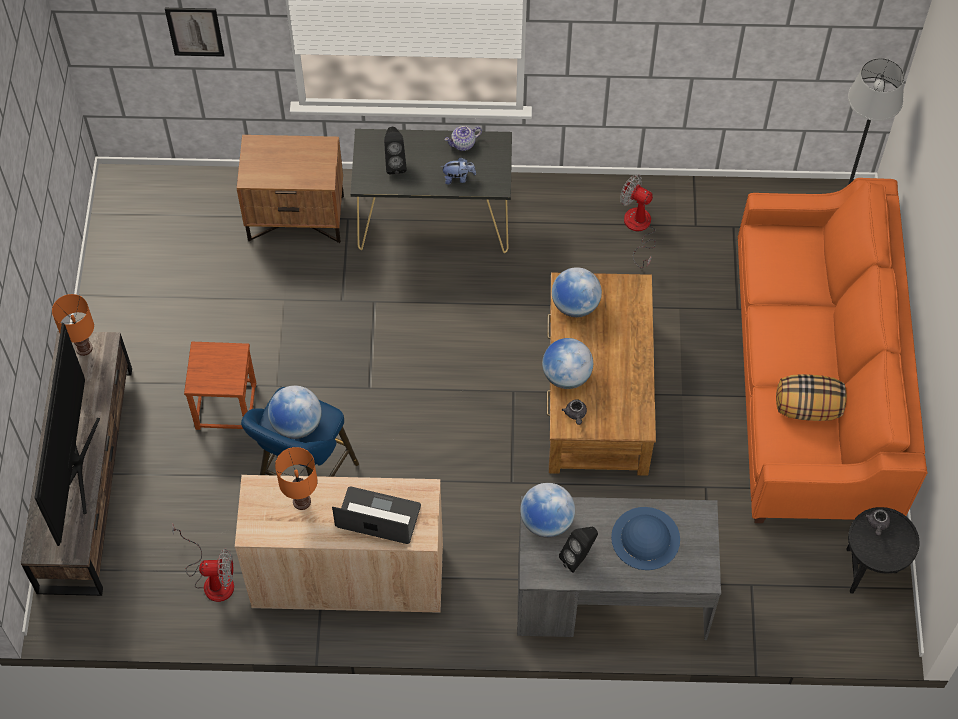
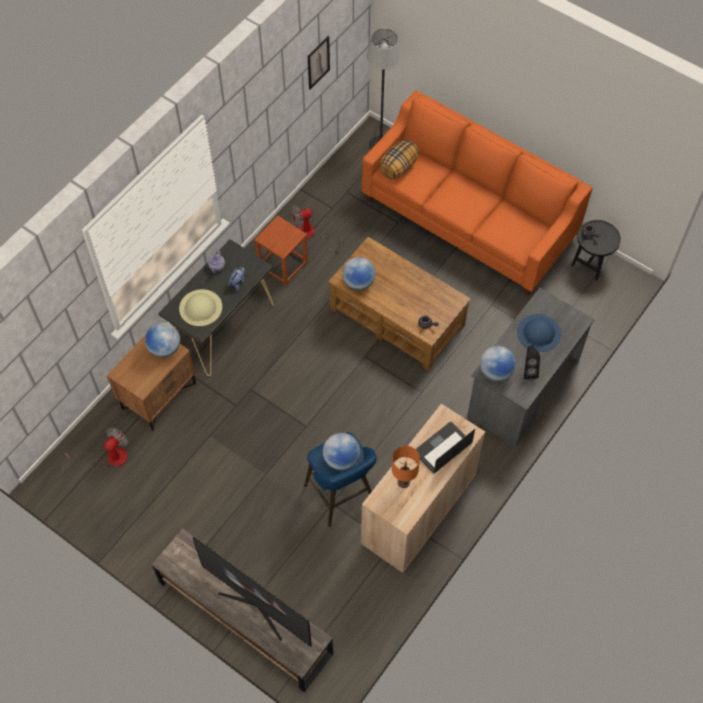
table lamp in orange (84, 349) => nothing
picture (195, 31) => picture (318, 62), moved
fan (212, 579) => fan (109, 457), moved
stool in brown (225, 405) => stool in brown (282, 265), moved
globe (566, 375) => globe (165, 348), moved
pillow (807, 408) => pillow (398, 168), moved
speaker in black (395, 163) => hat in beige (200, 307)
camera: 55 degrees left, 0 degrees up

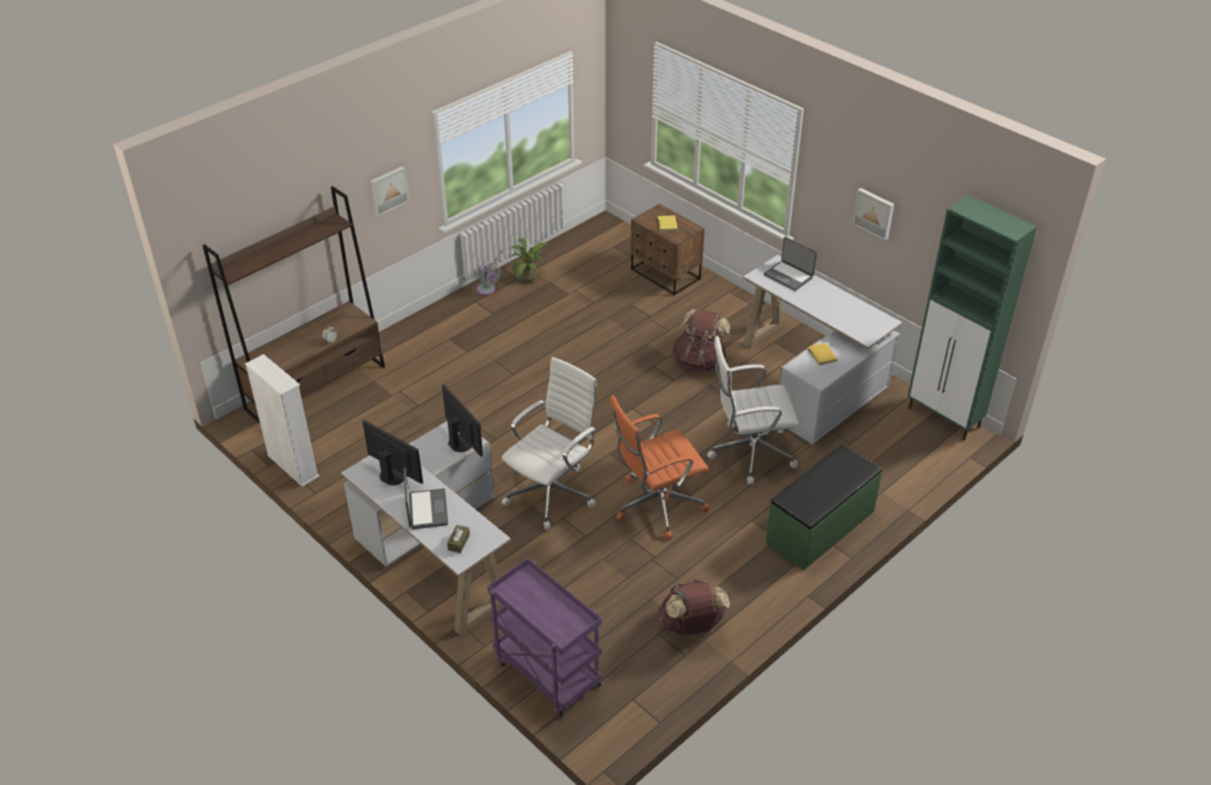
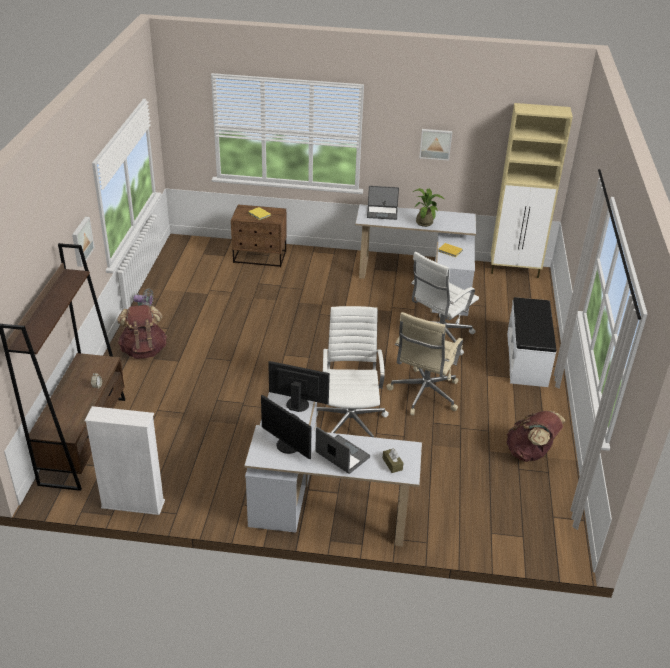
cart in purple (545, 673) => nothing
potted plant (529, 278) => potted plant (425, 222), moved
backpack in brown (699, 362) => backpack in brown (144, 350), moved
office chair in orange (656, 505) => office chair in beige (423, 394)
bench in green (821, 527) => bench in white (527, 359)
cabinet in green (944, 418) => cabinet in beige (515, 270)
monitor (394, 475) => monitor (287, 445), 135 degrees counterclockwise
camera: 40 degrees left, 5 degrees down

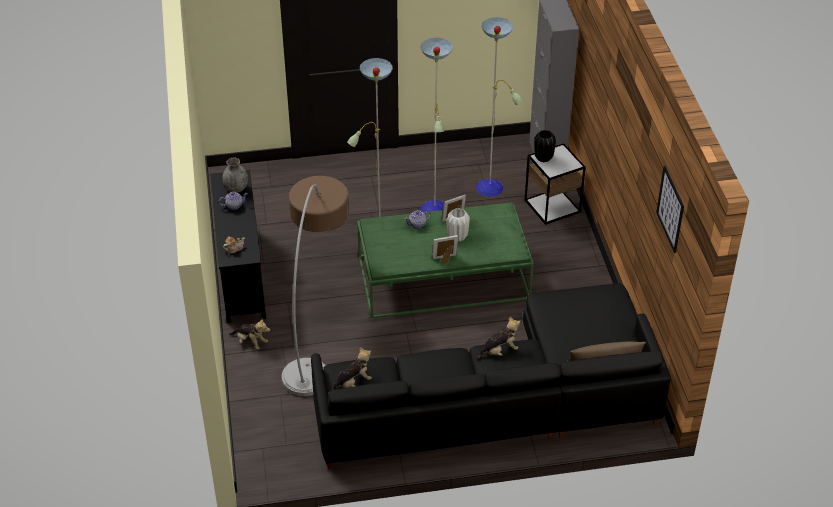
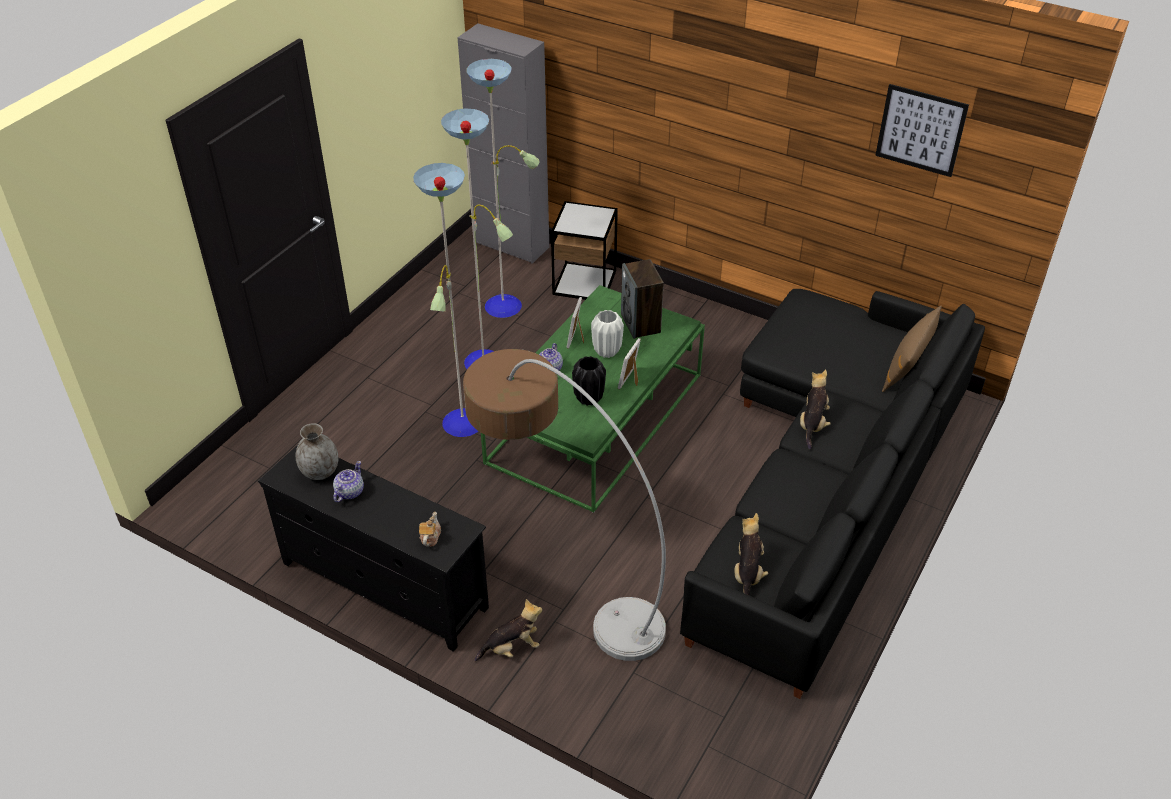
nothing => speaker (641, 324)
vase in black (543, 158) => vase in black (589, 399), moved
camera: 50 degrees left, 0 degrees up

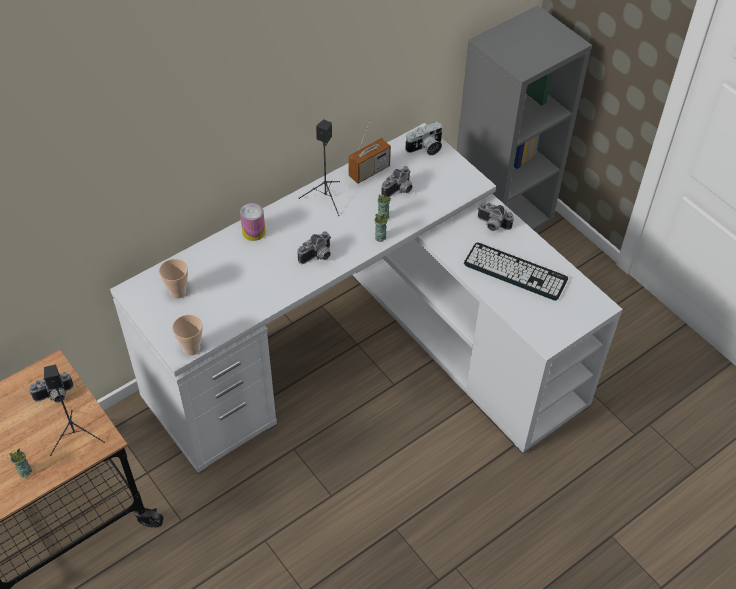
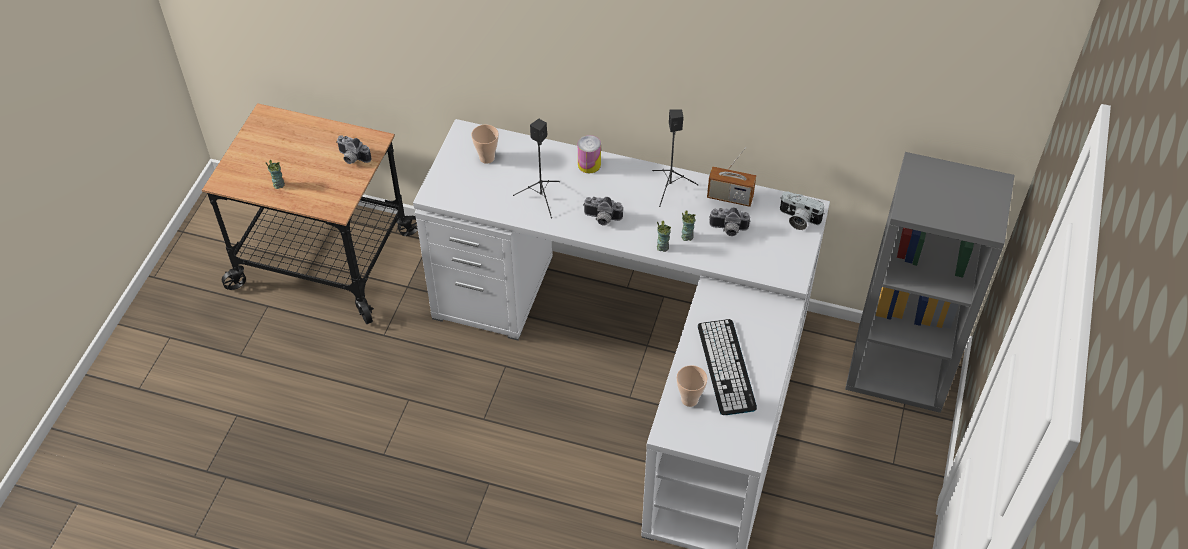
photo camera (492, 225) => nothing
speaker in black (76, 435) => speaker in black (541, 198), moved
cup (191, 348) => cup (689, 399), moved
camera: 55 degrees right, 0 degrees up

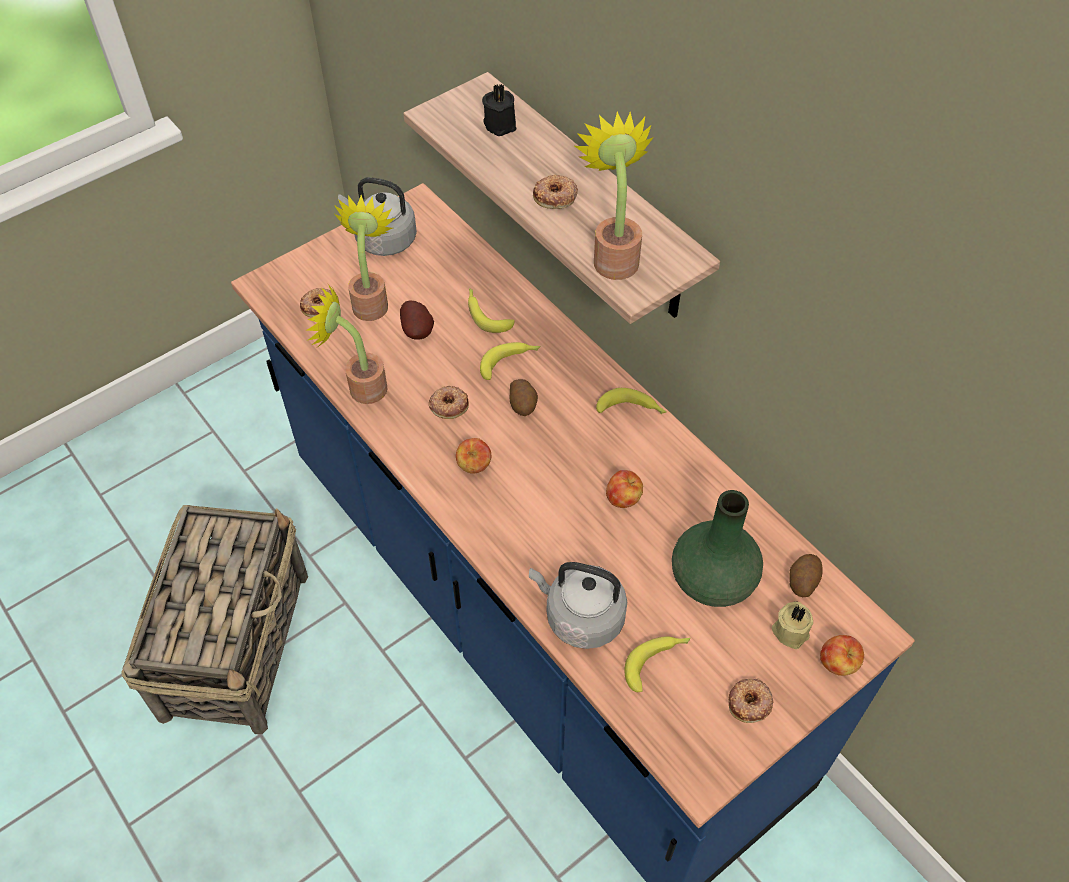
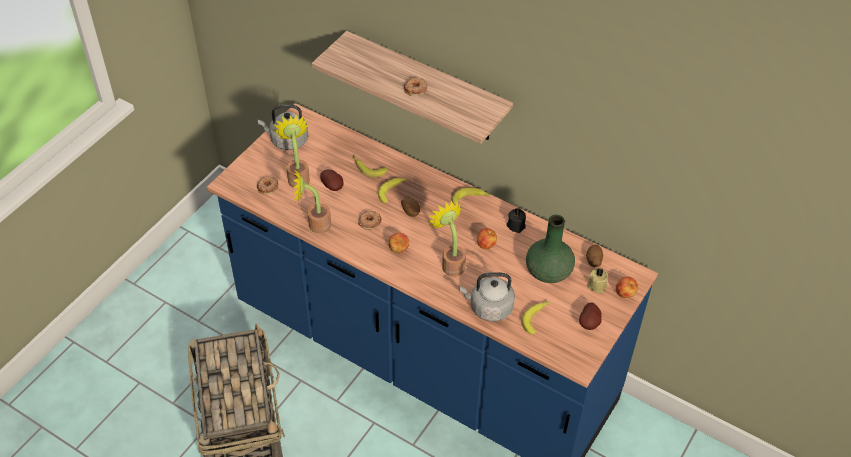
candle in black (501, 124) => candle in black (516, 225), moved
potted plant (614, 256) => potted plant (451, 263), moved
donut (750, 702) => potato (590, 323)
camera: 20 degrees left, 5 degrees down

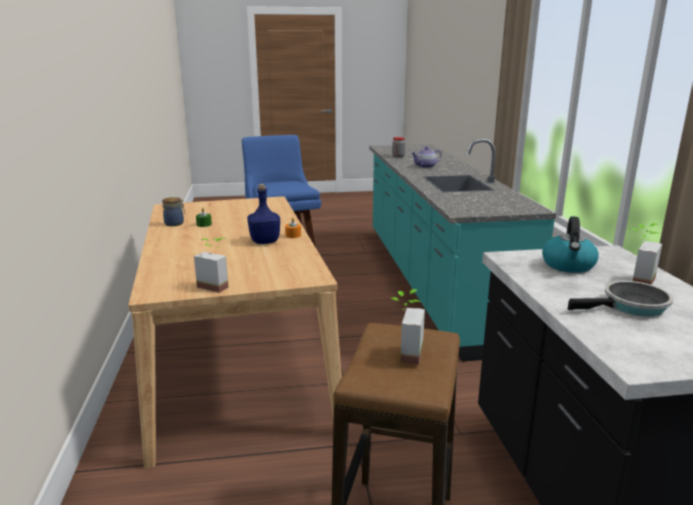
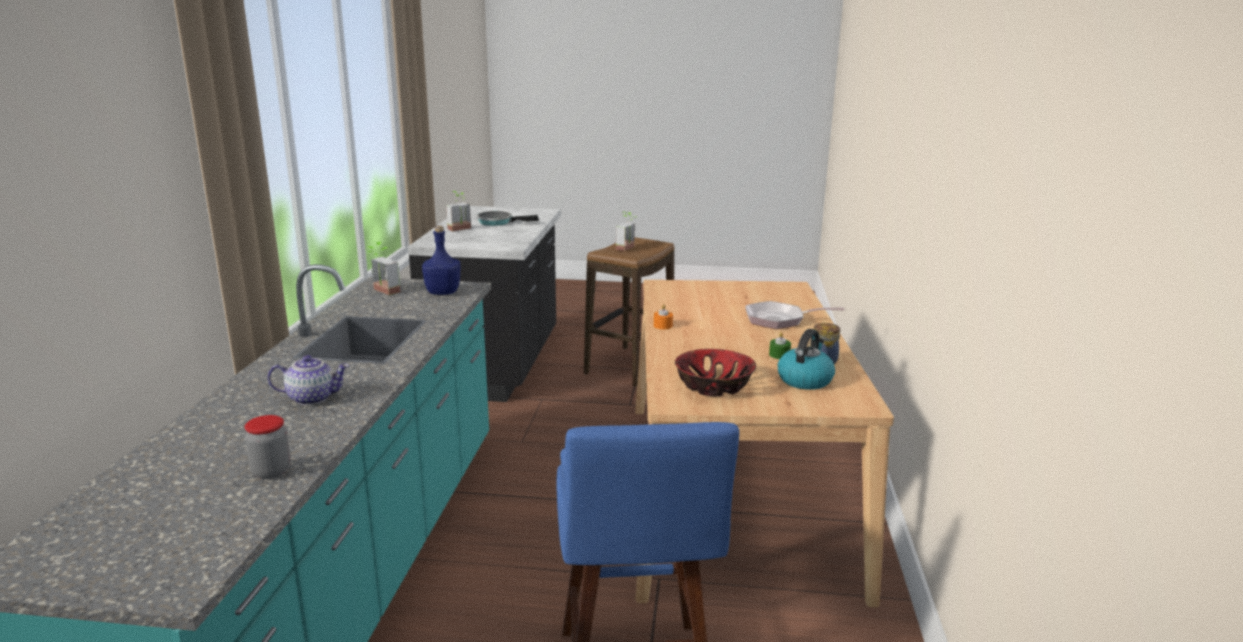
nothing => bowl (713, 386)
nothing => frying pan (779, 320)
potted plant (216, 285) => potted plant (382, 292), moved
bottle in blue (264, 241) => bottle in blue (443, 292), moved
kettle (568, 265) => kettle (805, 380), moved
camera: 165 degrees left, 0 degrees up

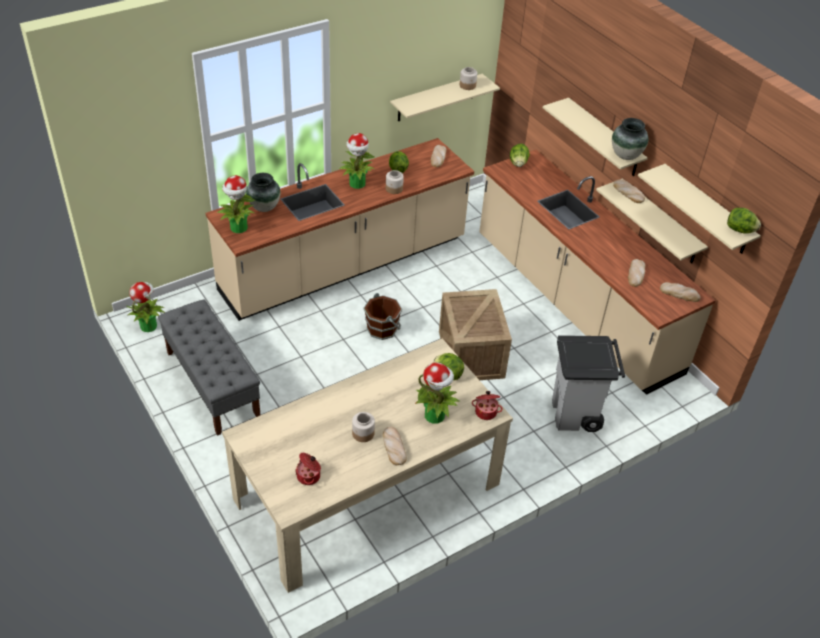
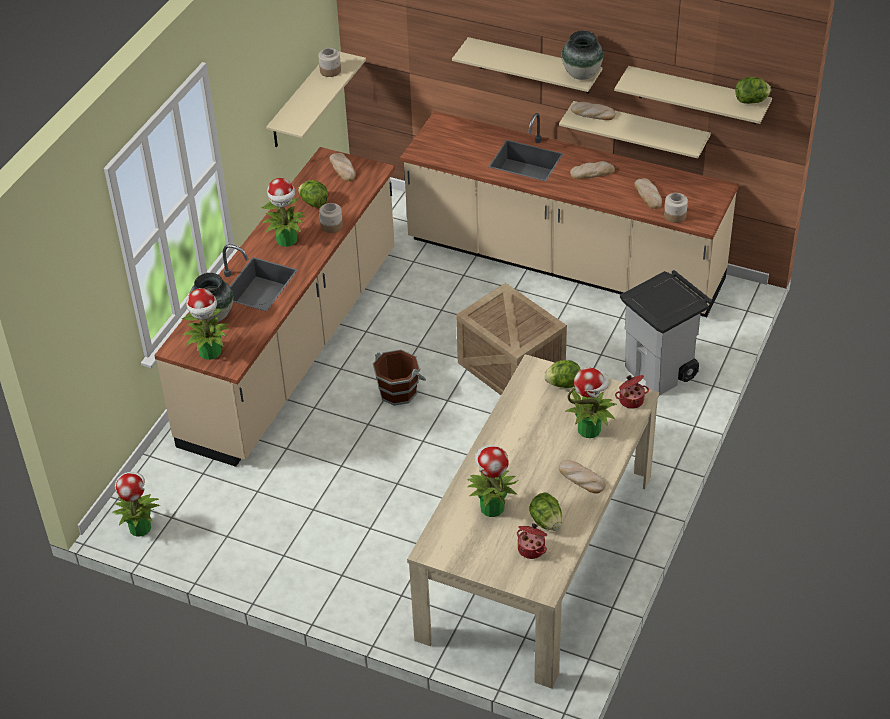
bench in grey (212, 384) => nothing
nothing => potted plant (491, 507)
jar (363, 434) => jar (675, 216), moved
lettuce (518, 163) => lettuce (546, 522), moved
bread (679, 293) => bread (592, 172), moved
camera: 30 degrees left, 0 degrees up

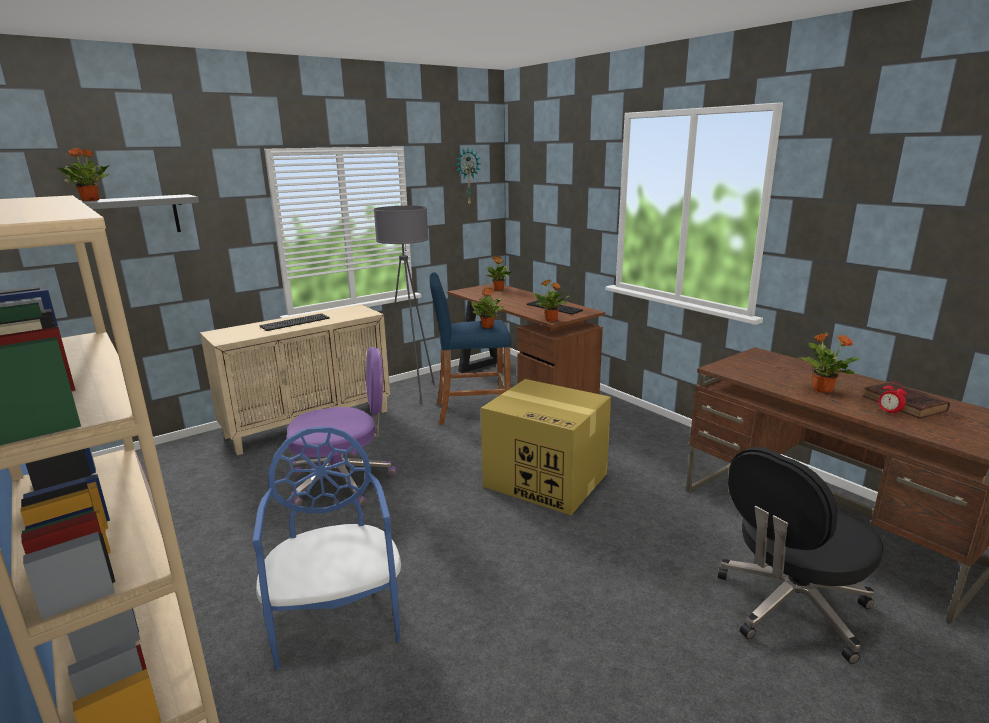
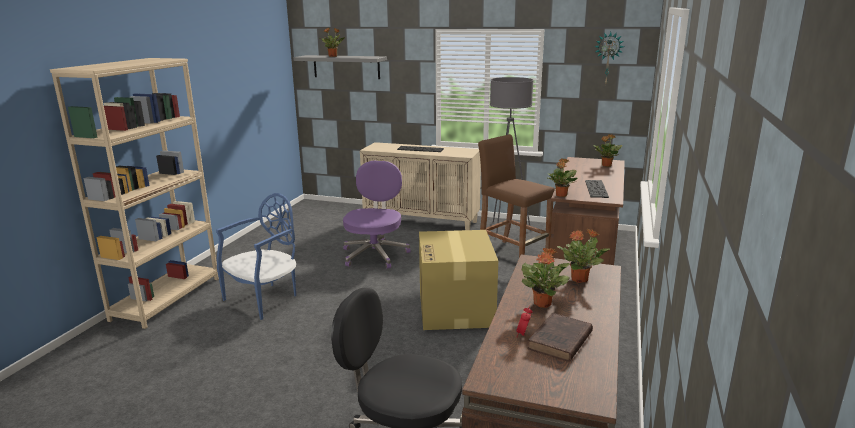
potted plant (487, 326) => potted plant (580, 279), moved
stool in blue (472, 411) => stool in brown (512, 255)
office chair in purple (343, 481) => office chair in purple (375, 254), 120 degrees counterclockwise
camera: 55 degrees right, 0 degrees up

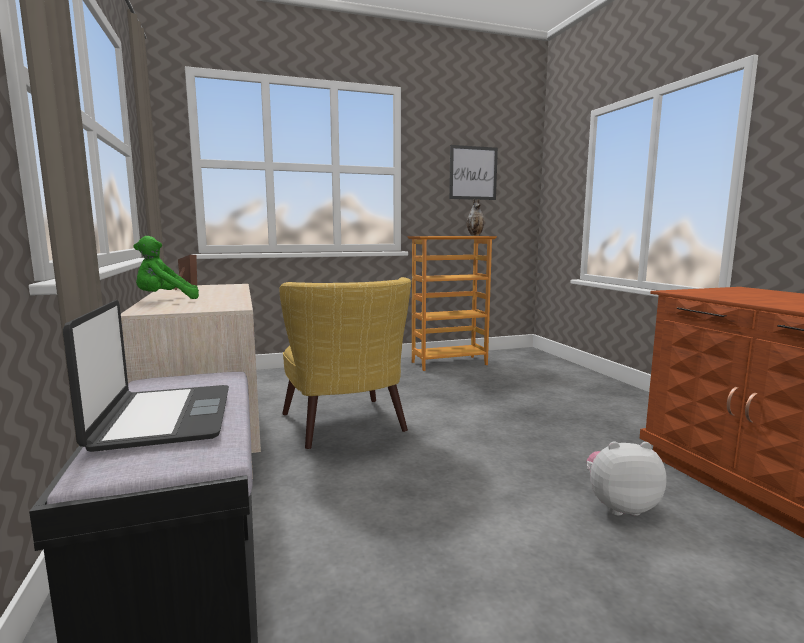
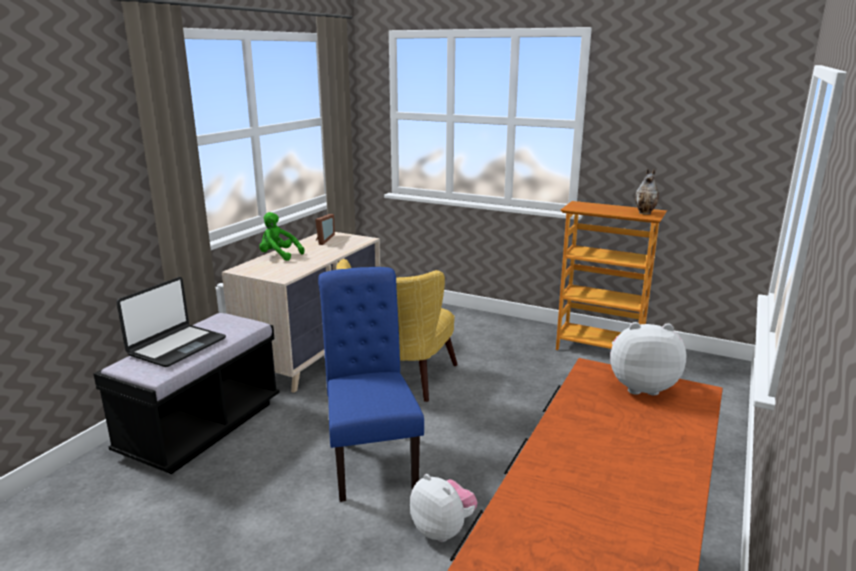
picture (473, 173) => nothing
nothing => chair in blue (370, 458)
nothing => plush toy (640, 386)
camera: 45 degrees right, 10 degrees up

